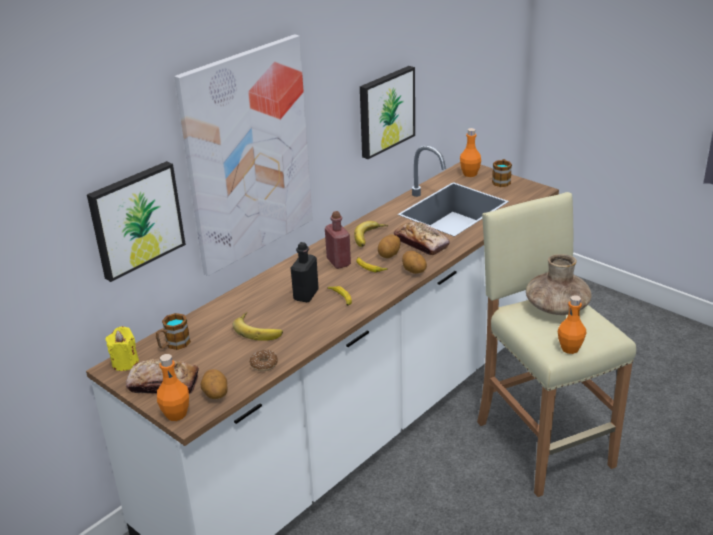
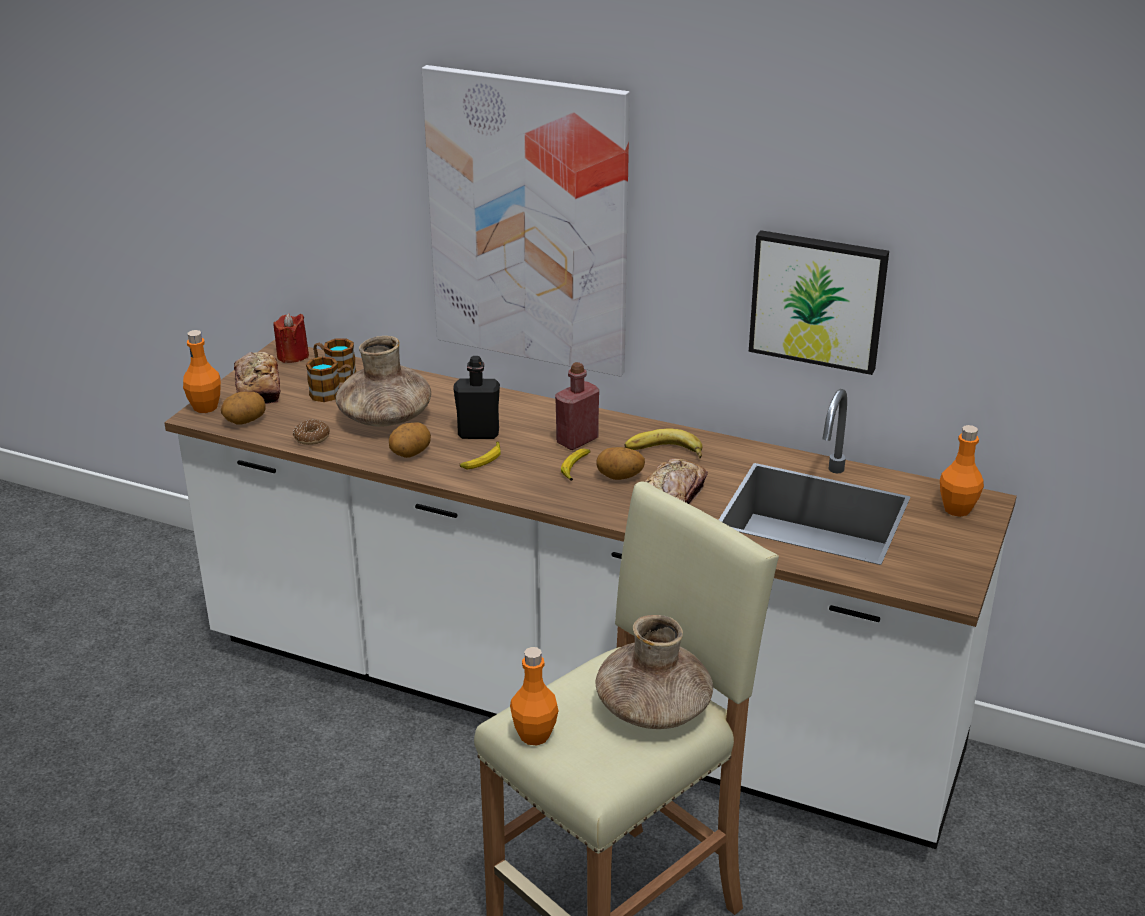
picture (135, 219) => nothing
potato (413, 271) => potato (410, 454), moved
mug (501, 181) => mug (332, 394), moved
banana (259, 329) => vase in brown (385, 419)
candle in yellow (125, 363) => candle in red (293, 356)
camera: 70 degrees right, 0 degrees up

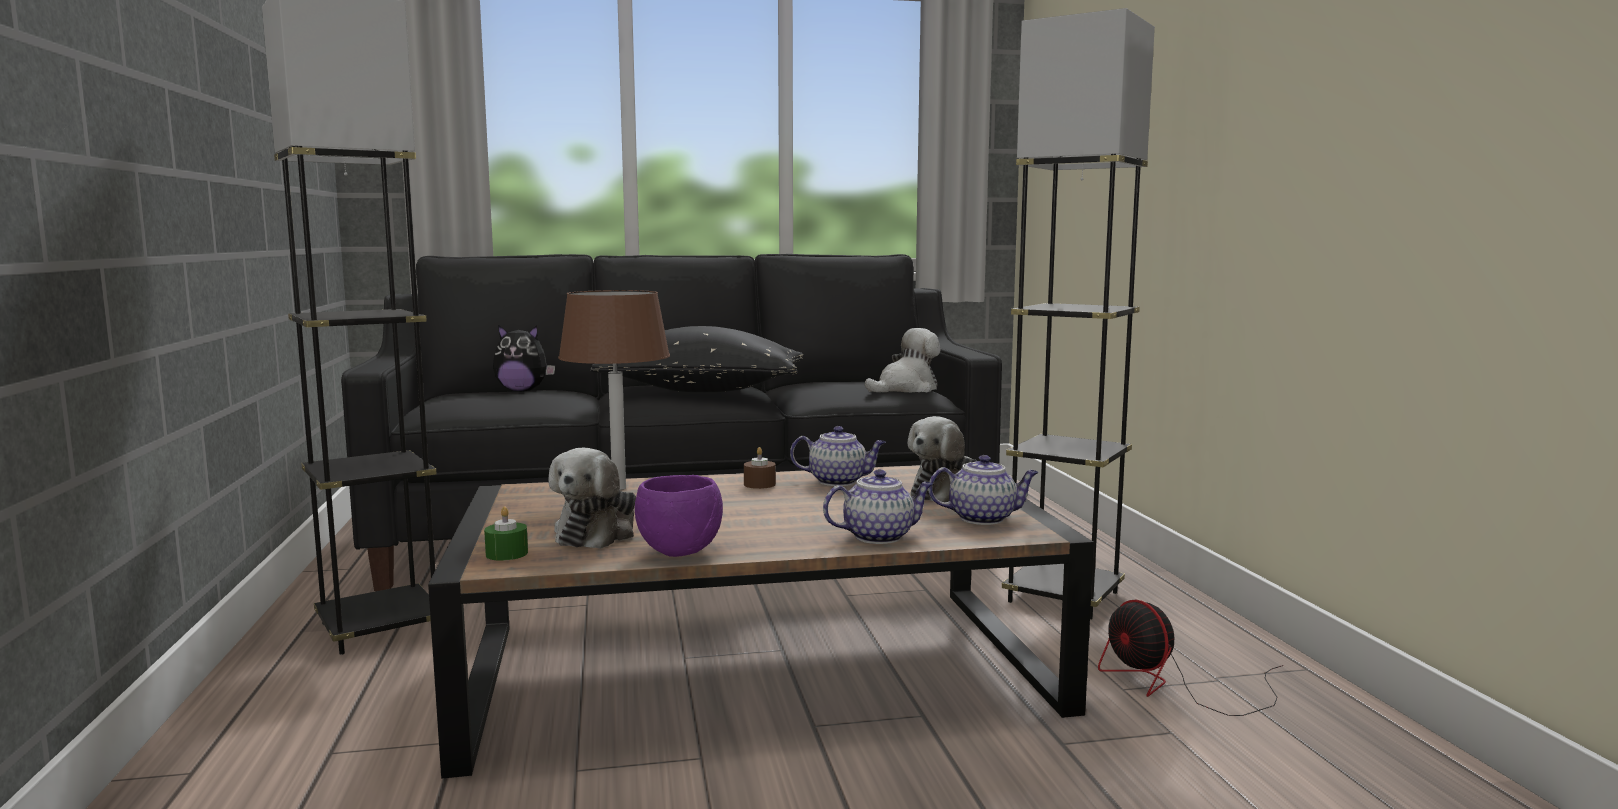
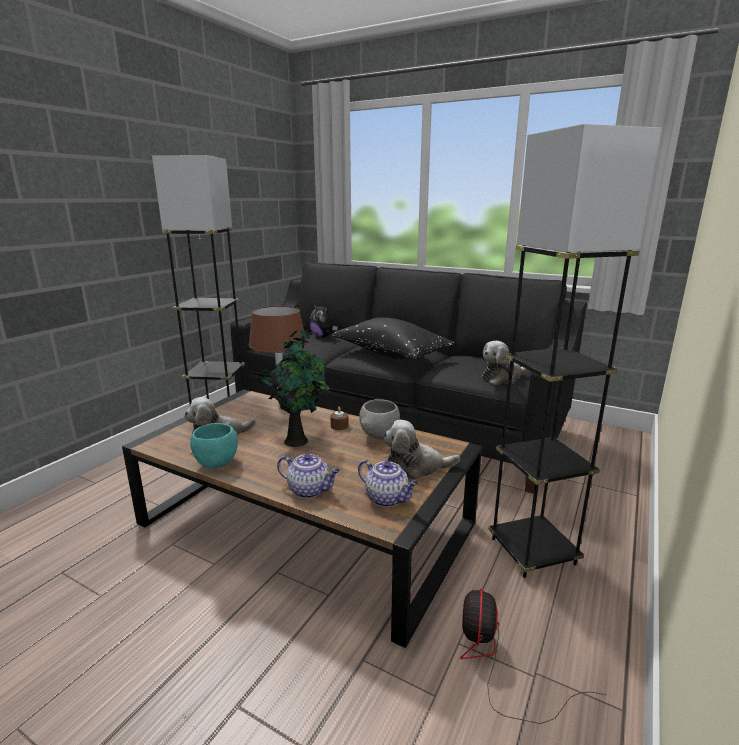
candle in green (507, 554) => nothing
nothing => potted plant (298, 440)
teapot (839, 481) => bowl in grey (378, 437)
bowl in purple (679, 552) => bowl in turquoise (217, 464)
plush toy (906, 389) => plush toy (502, 378), 150 degrees clockwise
camera: 40 degrees right, 10 degrees up

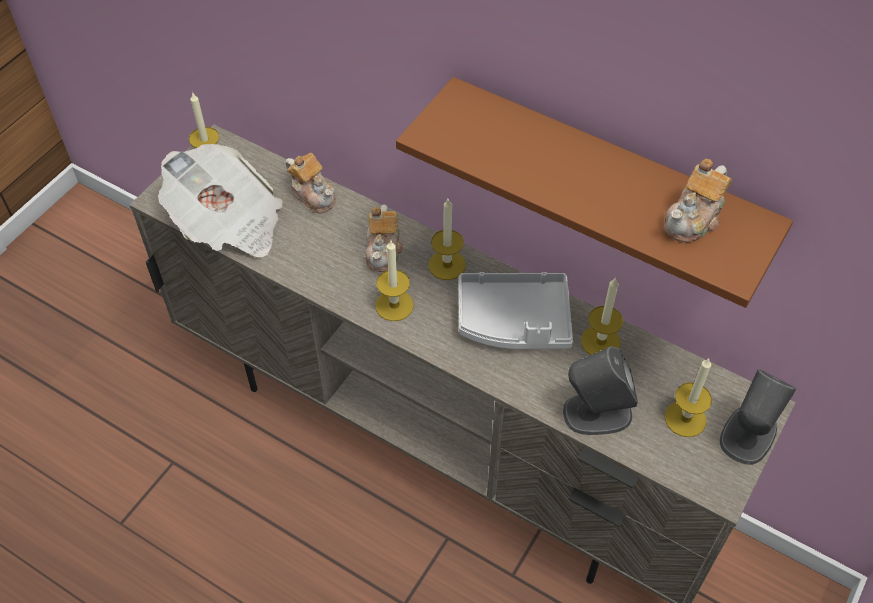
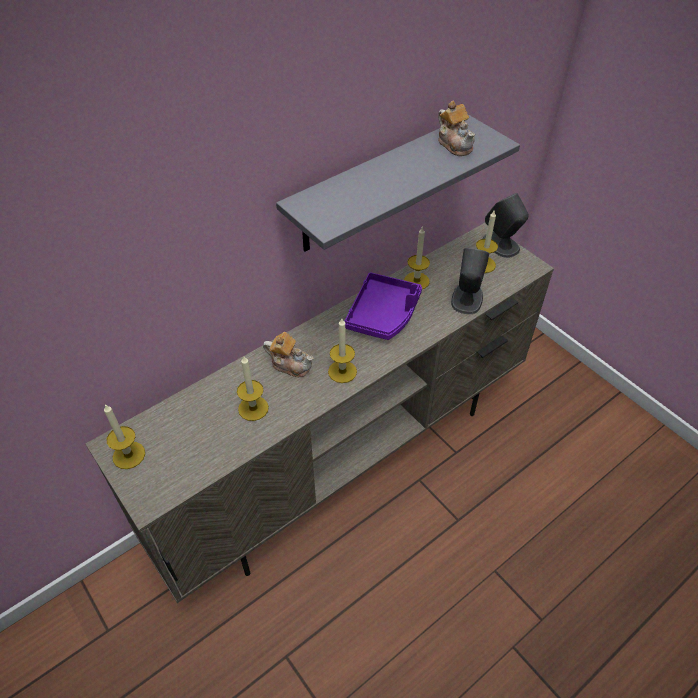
newspaper (228, 223) => nothing
teapot (313, 195) => nothing
candle (447, 265) => candle (253, 408), moved
shelf in brown (606, 181) => shelf in grey (378, 185)
tray in grey (514, 320) => tray in purple (383, 314)
camera: 70 degrees left, 5 degrees down

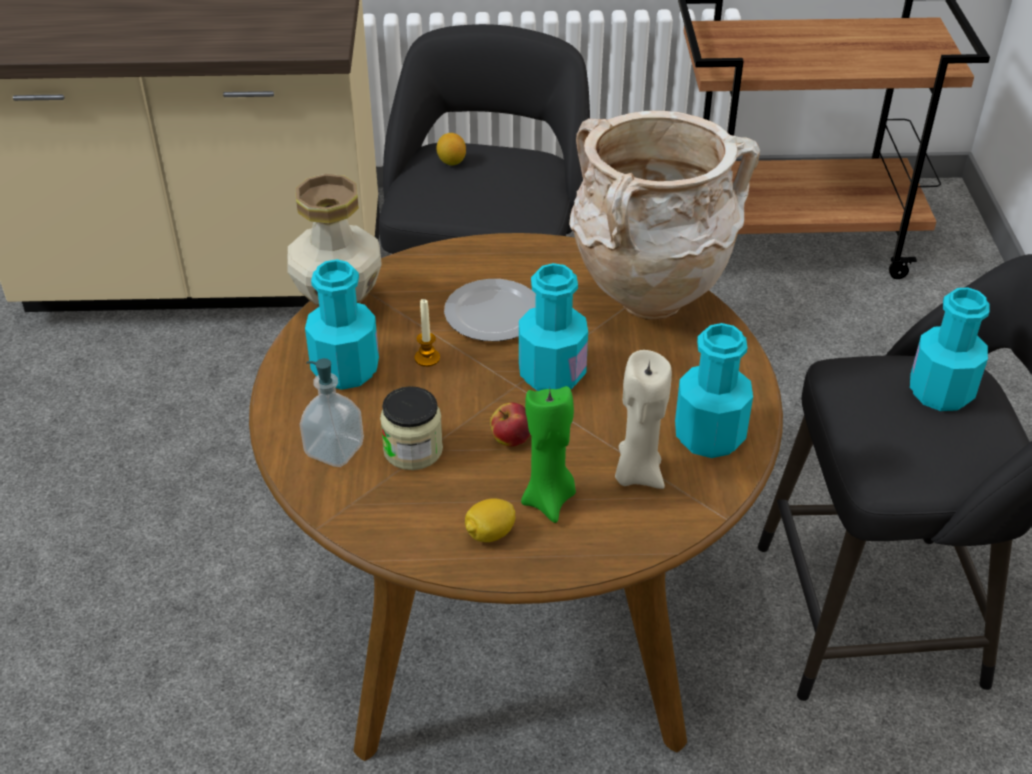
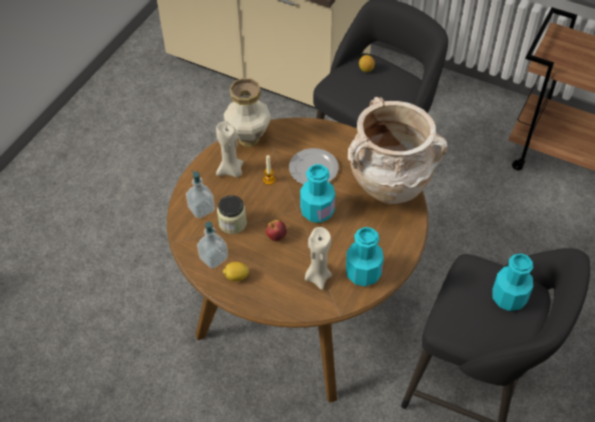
candle in green (549, 499) => nothing
nothing => soap dispenser (213, 258)
bottle in turquoise (345, 369) => candle in beige (231, 171)
camera: 30 degrees right, 10 degrees up

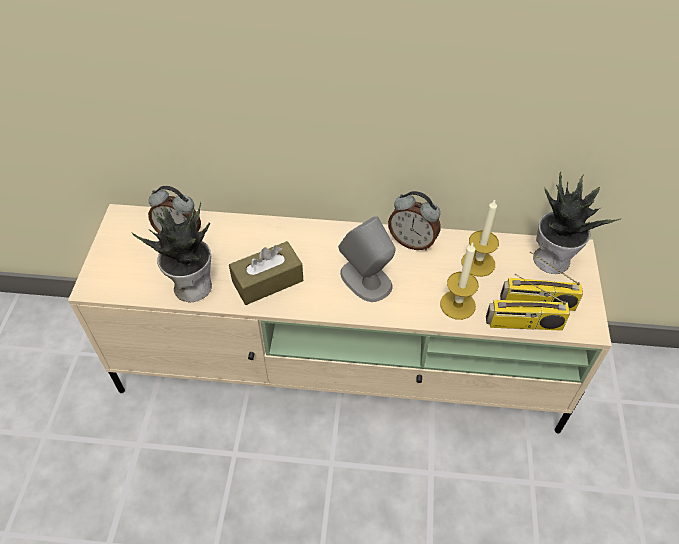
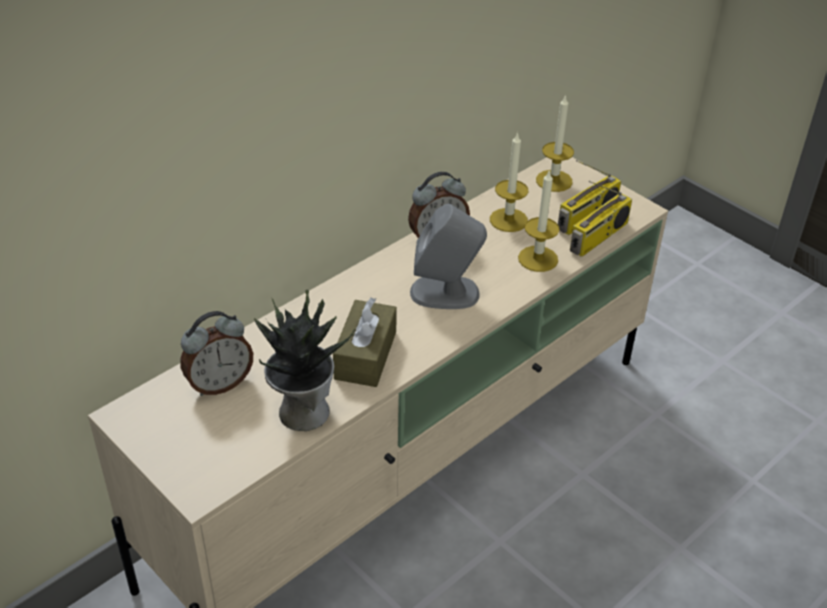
potted plant (553, 259) => candle (554, 181)
camera: 50 degrees left, 10 degrees down

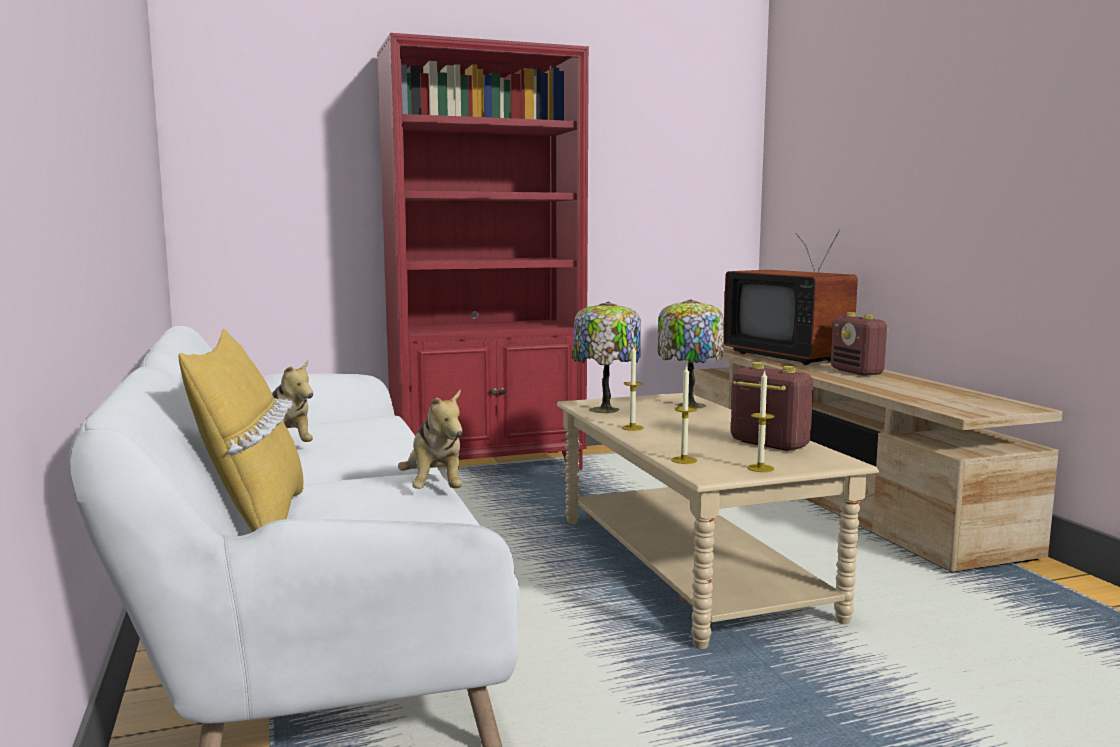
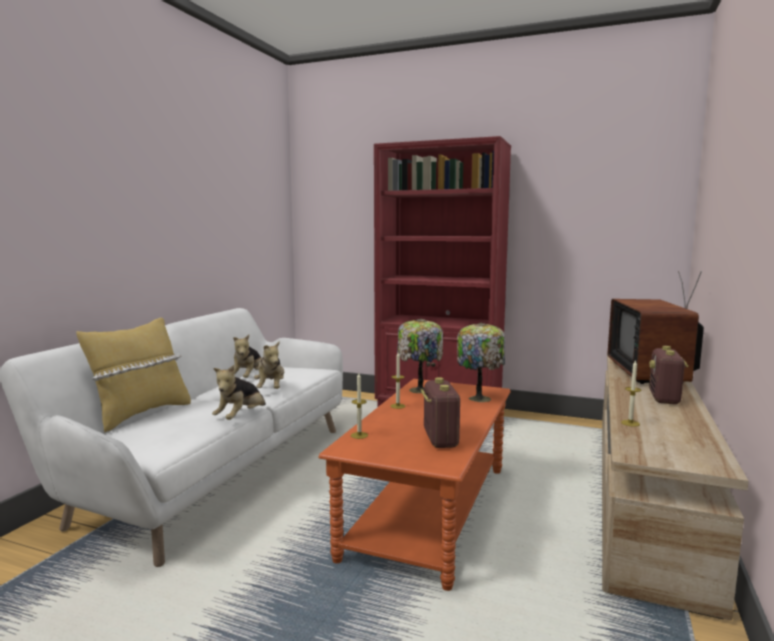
nothing => plush toy (271, 388)
candle (760, 468) => candle (630, 423), moved
coffee table in beige (688, 565) => coffee table in orange (429, 510)
camera: 40 degrees right, 0 degrees up

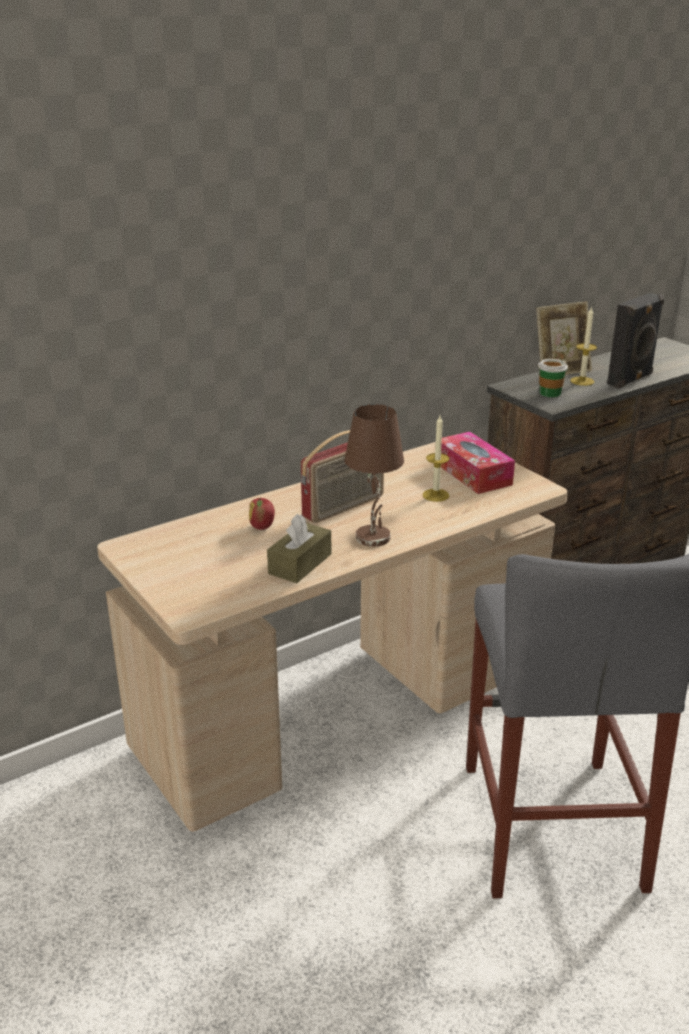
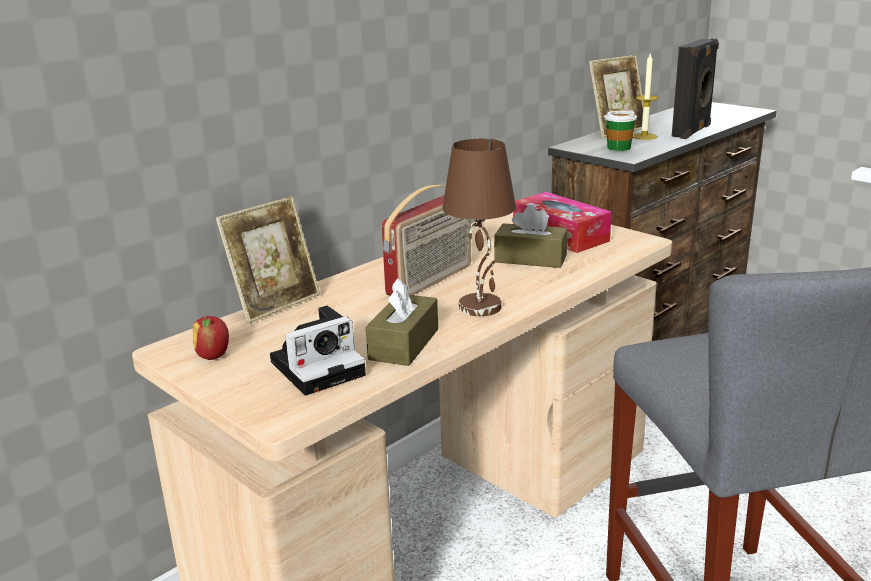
nothing => picture frame (275, 304)
nothing => photo camera (320, 367)
apple (262, 526) => apple (213, 356), moved
candle (435, 495) => tissue box in brown (530, 258)
camera: 10 degrees left, 5 degrees down

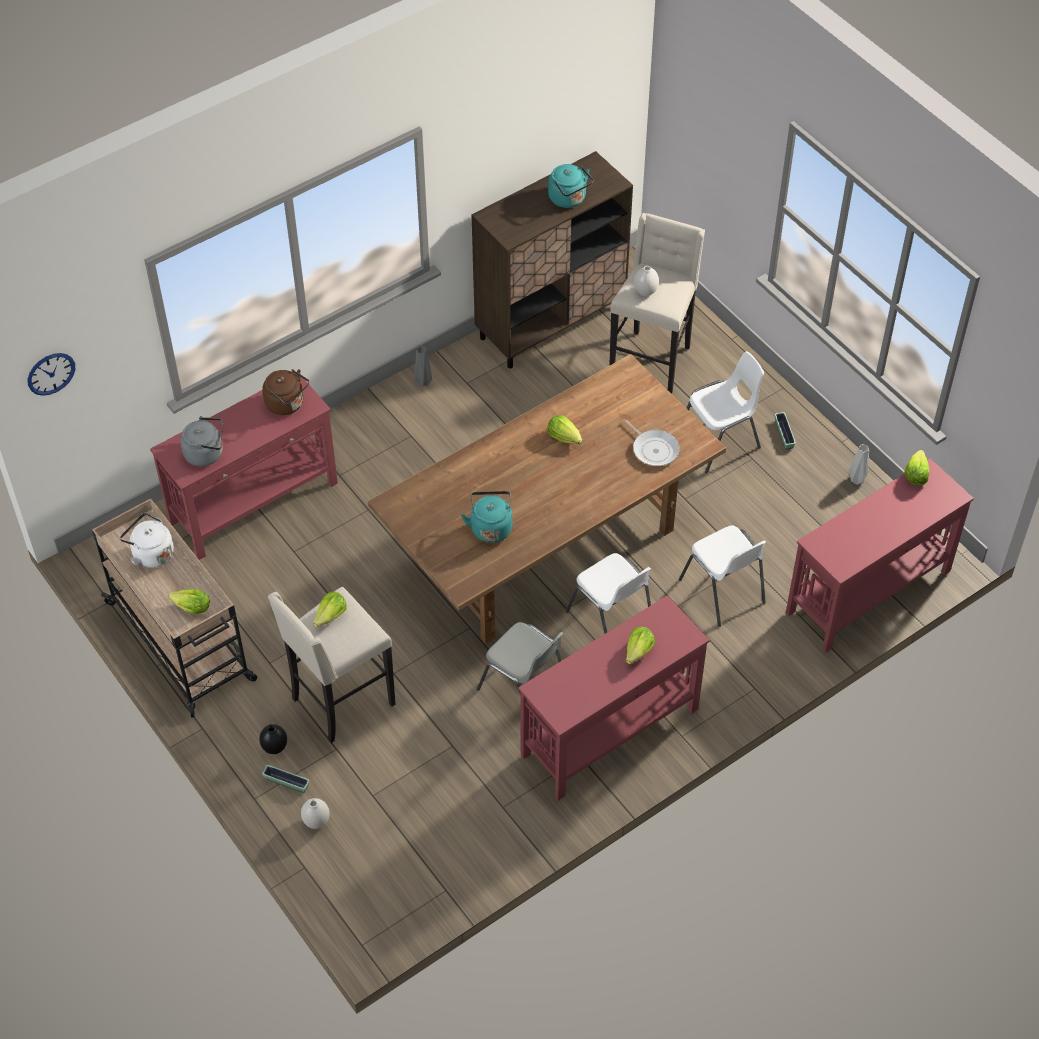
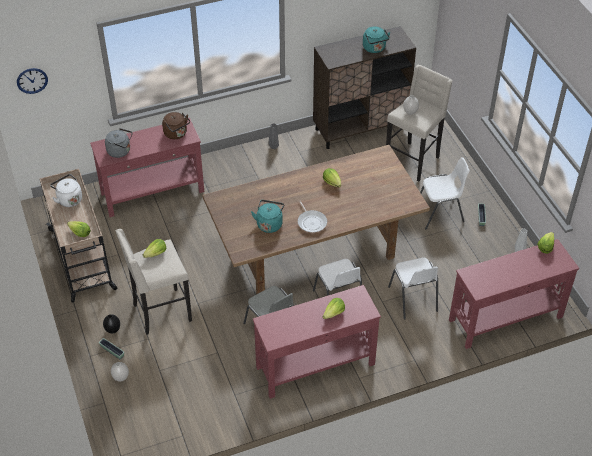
frying pan (653, 449) => frying pan (311, 222), moved
camera: 15 degrees right, 5 degrees down

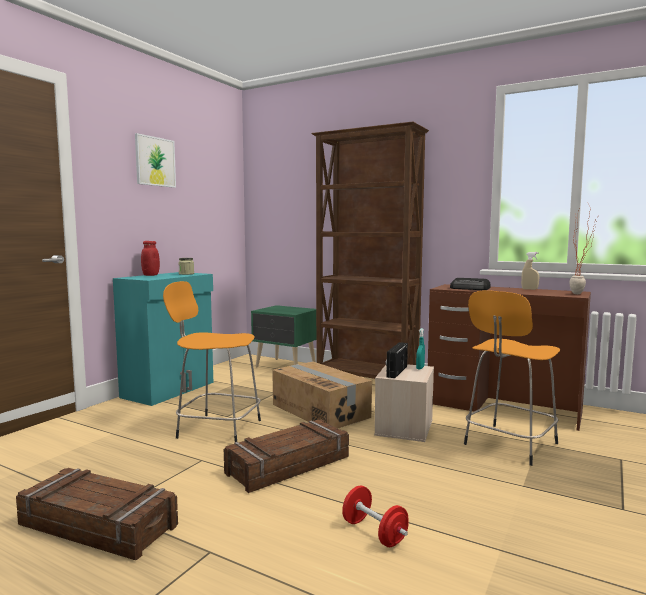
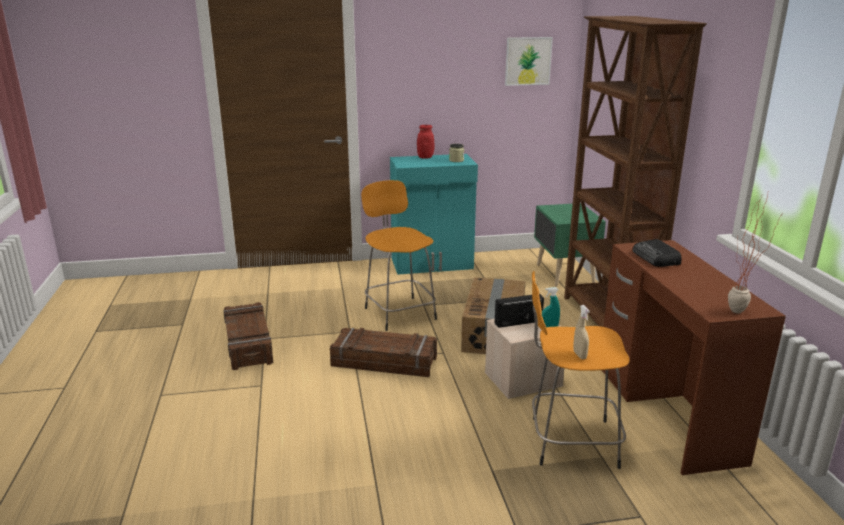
dumbbell in red (374, 532) => nothing
picture (155, 161) => picture (528, 61), moved
spray bottle in beige (529, 289) => spray bottle in beige (579, 355), moved
camera: 50 degrees right, 15 degrees up

